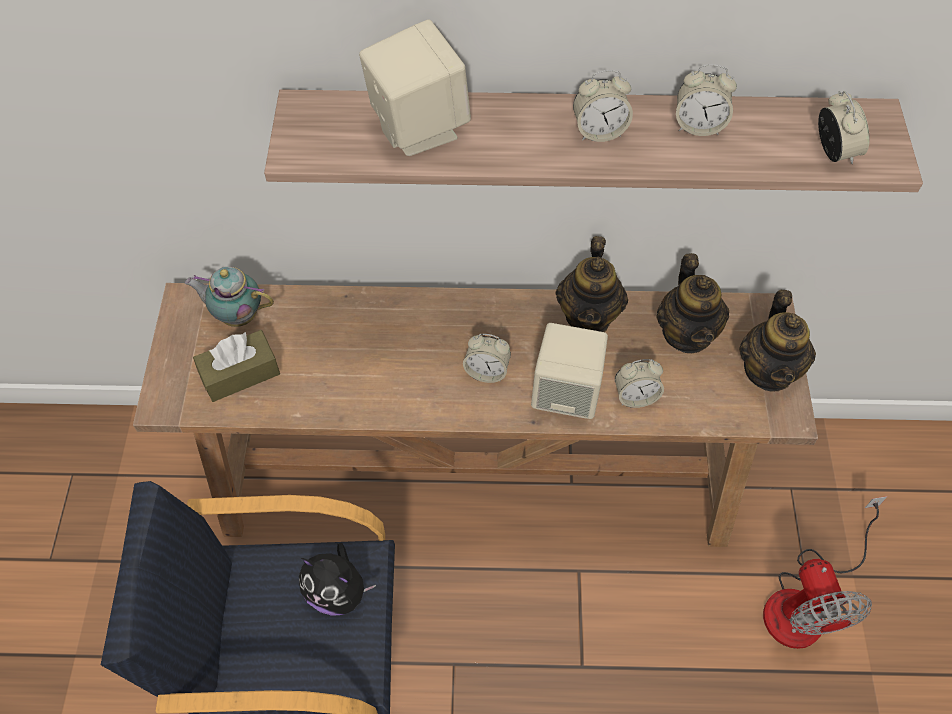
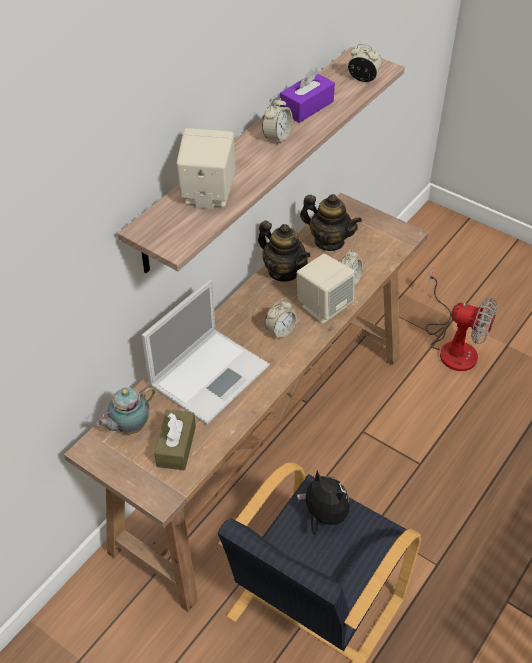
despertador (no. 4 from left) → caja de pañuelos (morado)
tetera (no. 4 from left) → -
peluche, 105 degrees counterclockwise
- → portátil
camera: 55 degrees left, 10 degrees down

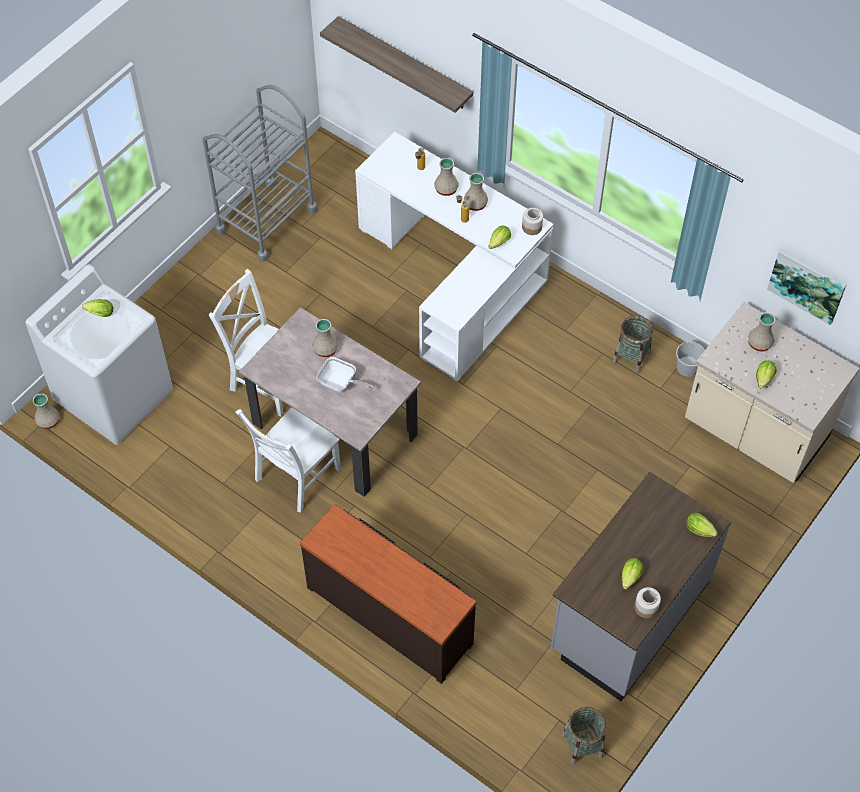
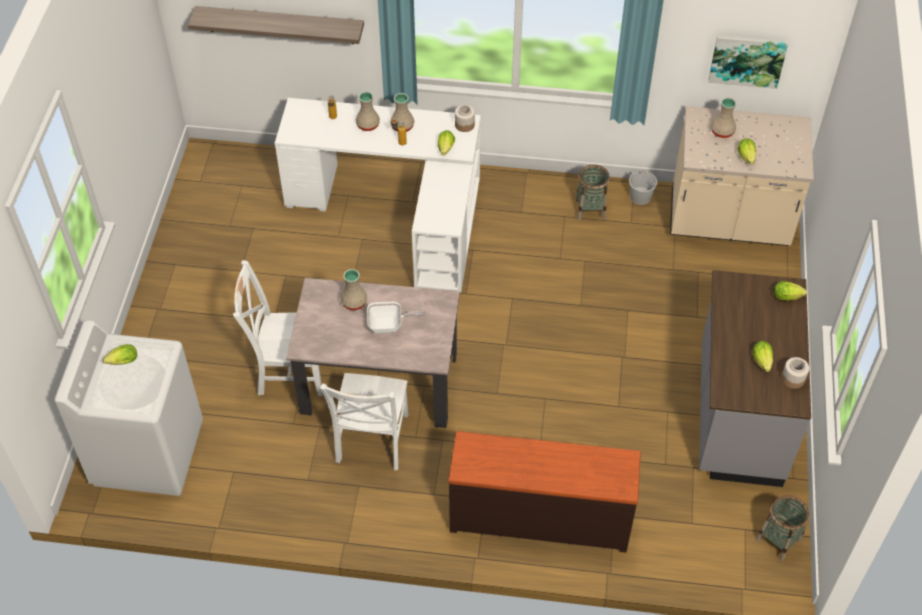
carrito (gris) → -
florero (beis) (no. 1 from left) → -
camera: 30 degrees left, 5 degrees down

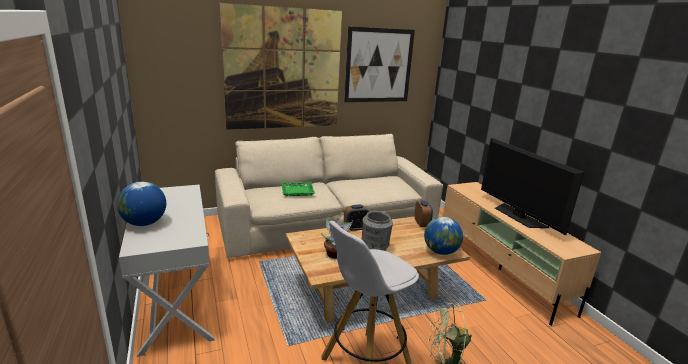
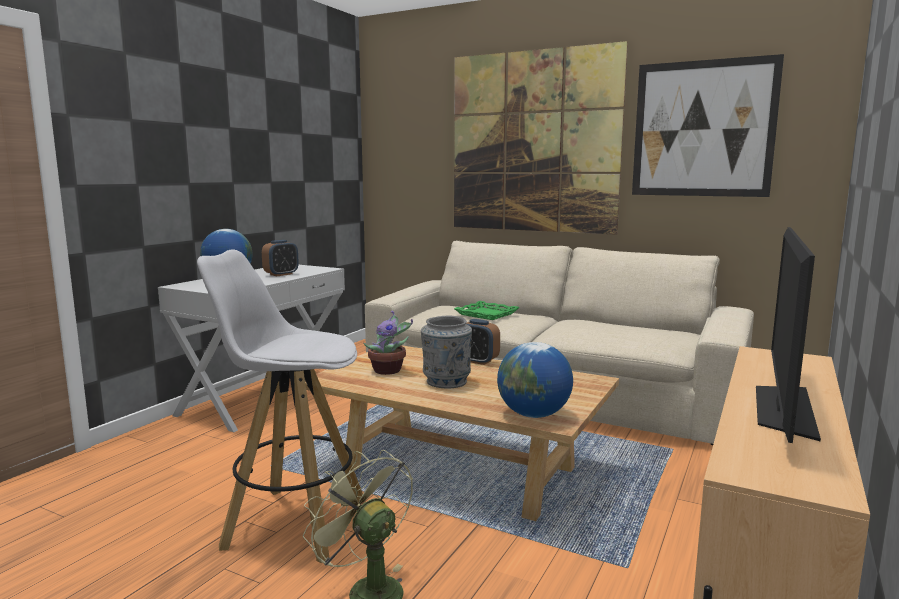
despertador (no. 2 from left in the first image) → despertador (no. 1 from left), relocated
camera: 50 degrees right, 10 degrees down

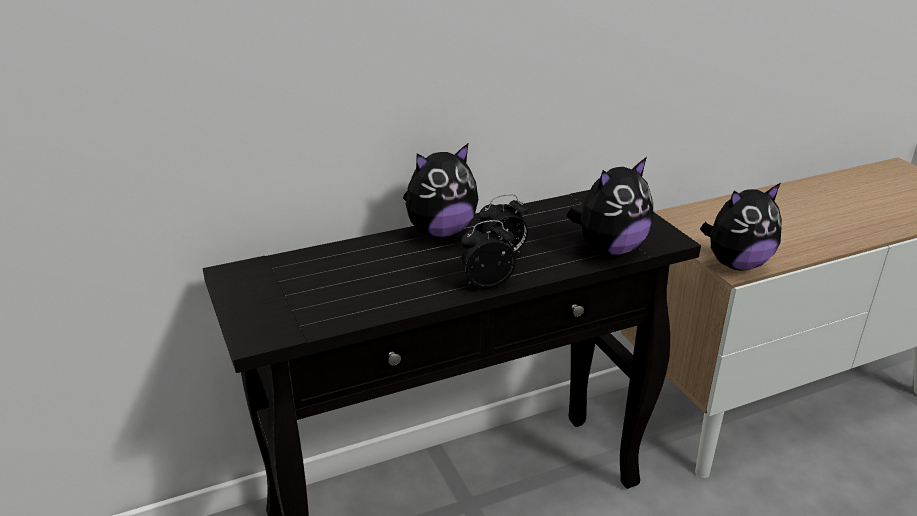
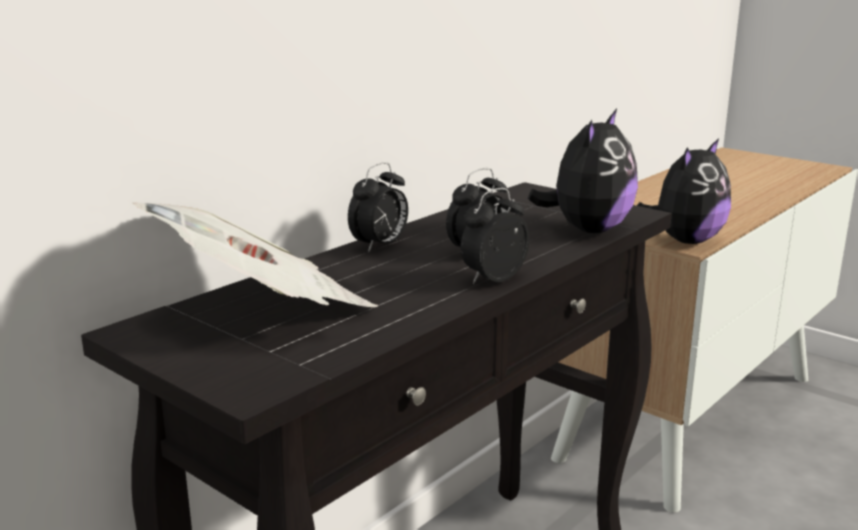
peluche (no. 1 from left) → despertador (no. 1 from left)
- → periódico
camera: 25 degrees left, 10 degrees down

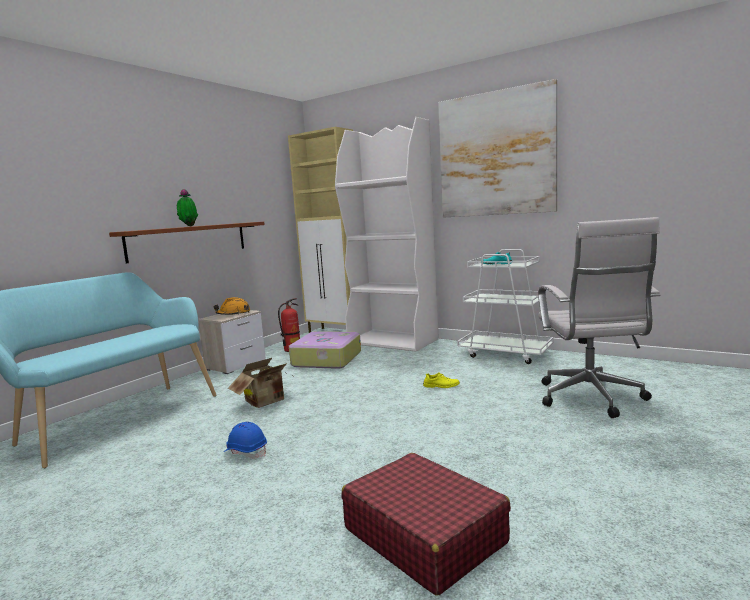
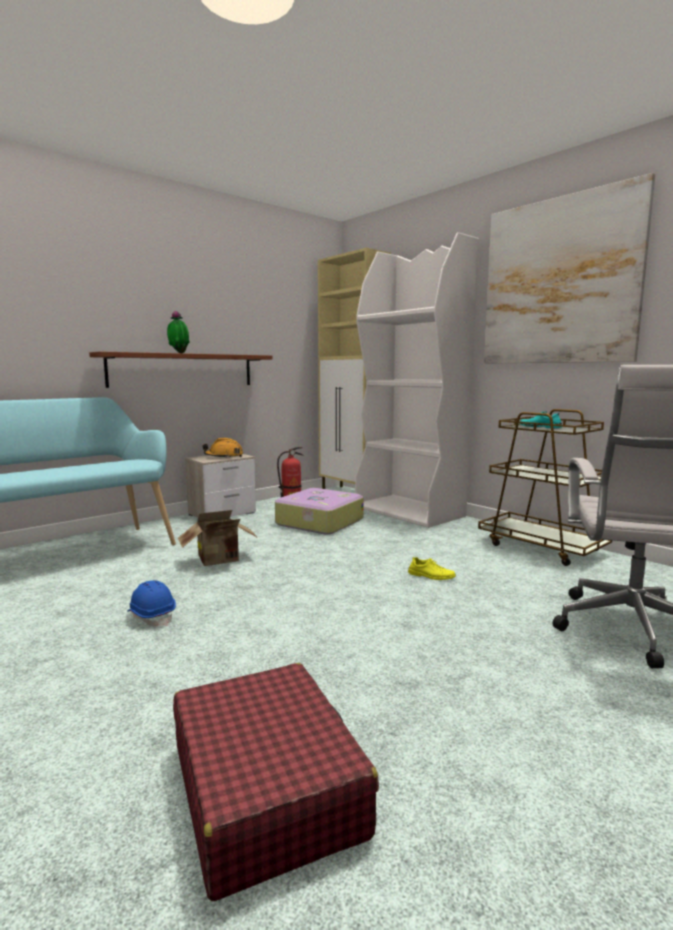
carrito (blanco) → carrito (marrón)
camera: 15 degrees right, 0 degrees up

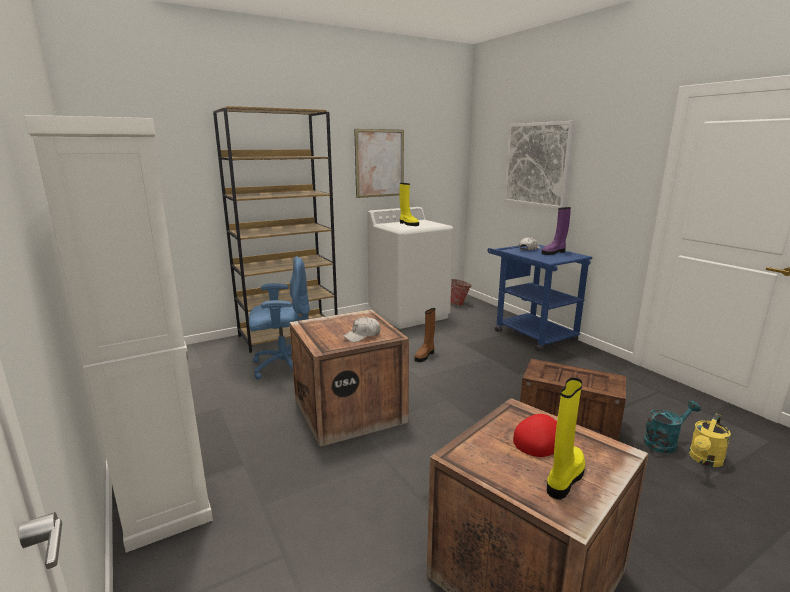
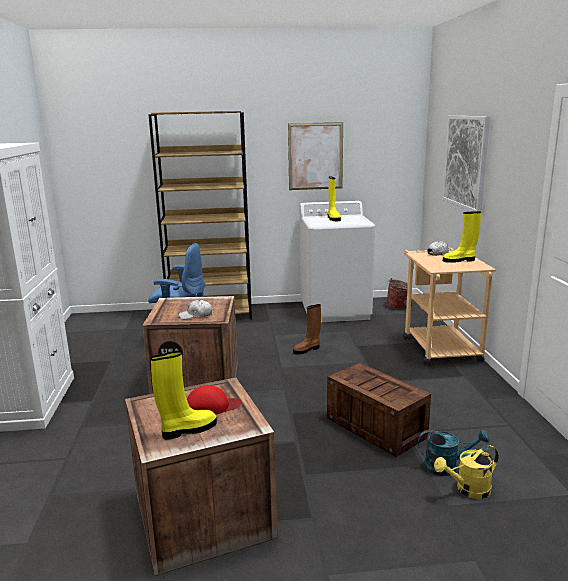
bota (morado) → bota (amarillo) (no. 3 from left)
carrito (azul) → carrito (beis)
camera: 25 degrees right, 0 degrees up

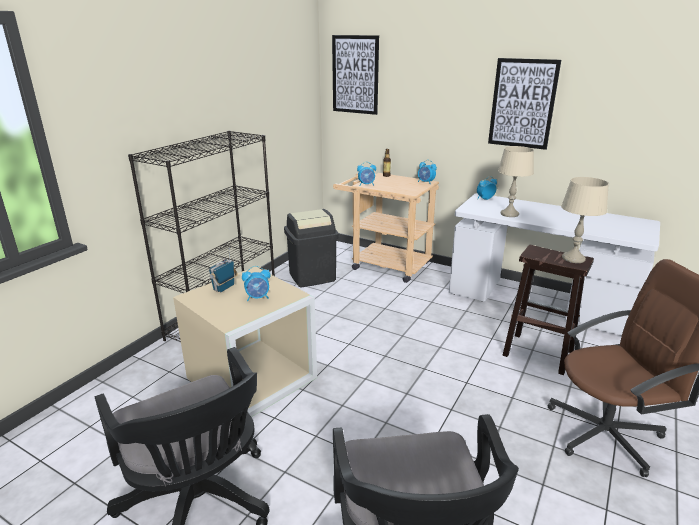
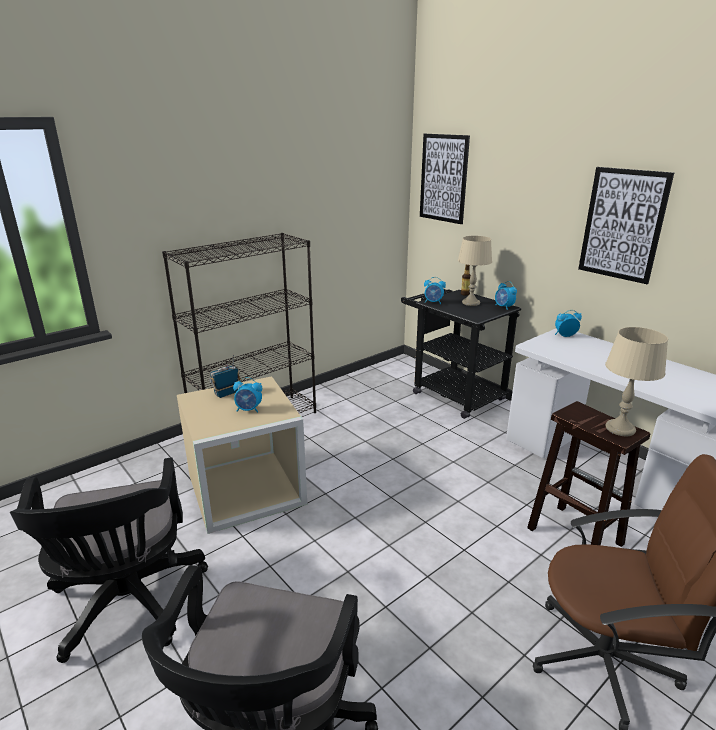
lámpara de mesa (beis) (no. 1 from left), relocated
carrito (beis) → carrito (negro)
papelera (negro) → -
camera: 20 degrees right, 0 degrees up

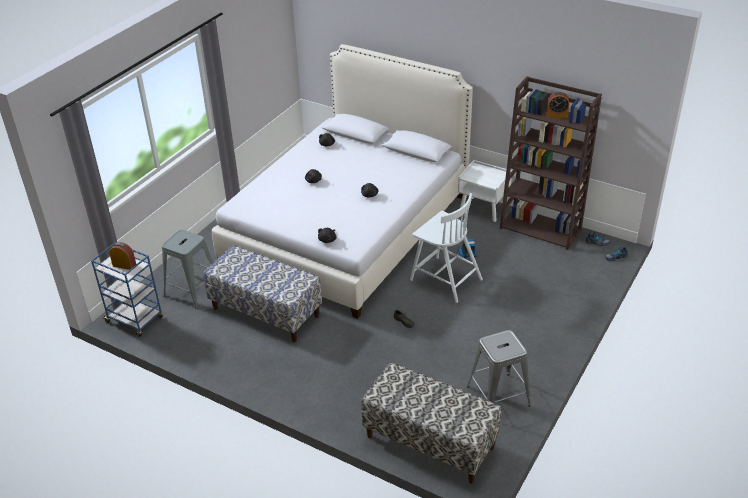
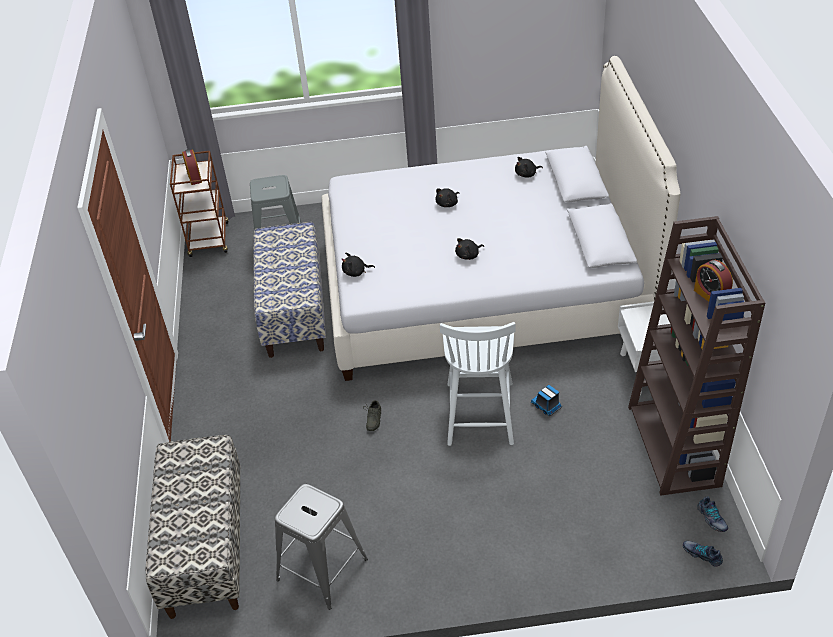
carrito (azul) → carrito (marrón)
camera: 55 degrees right, 5 degrees up

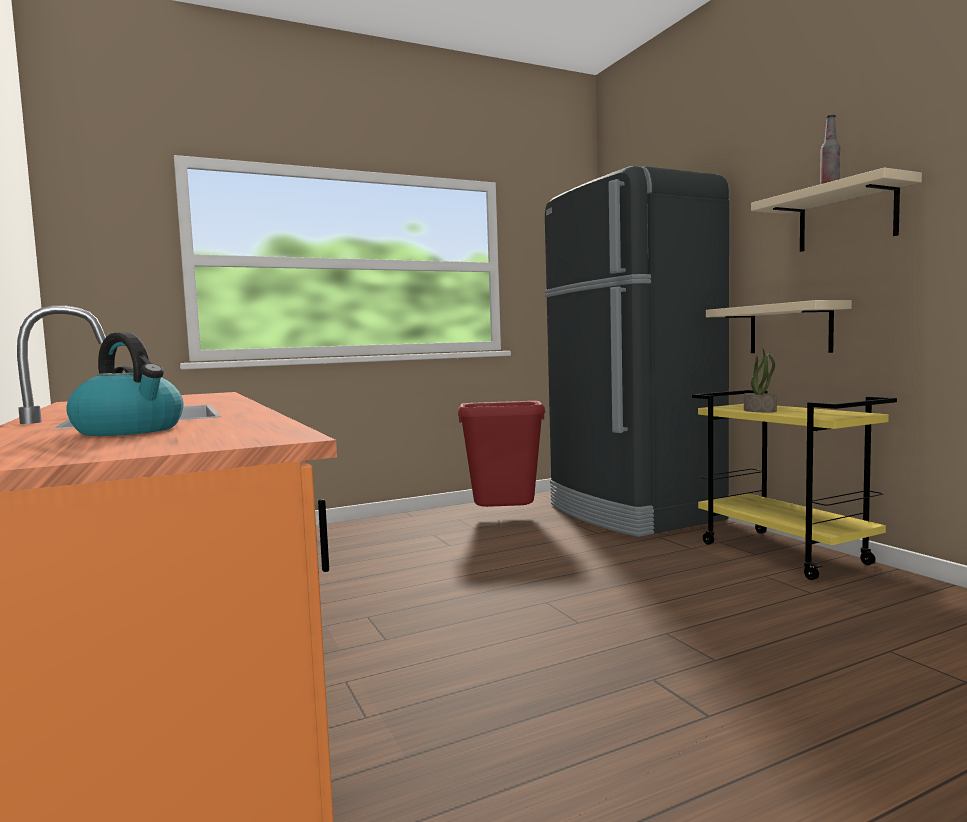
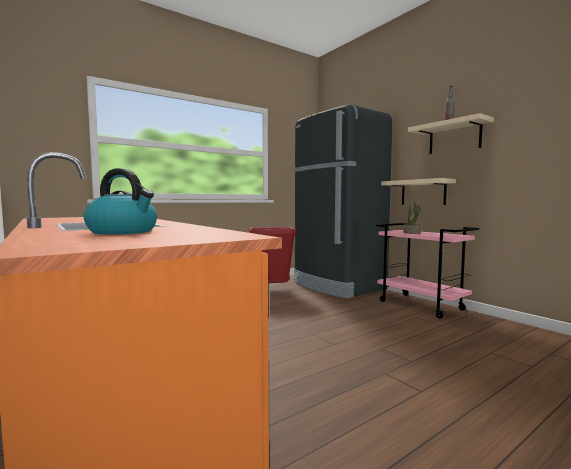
carrito (amarillo) → carrito (rosa)
camera: 10 degrees left, 0 degrees up

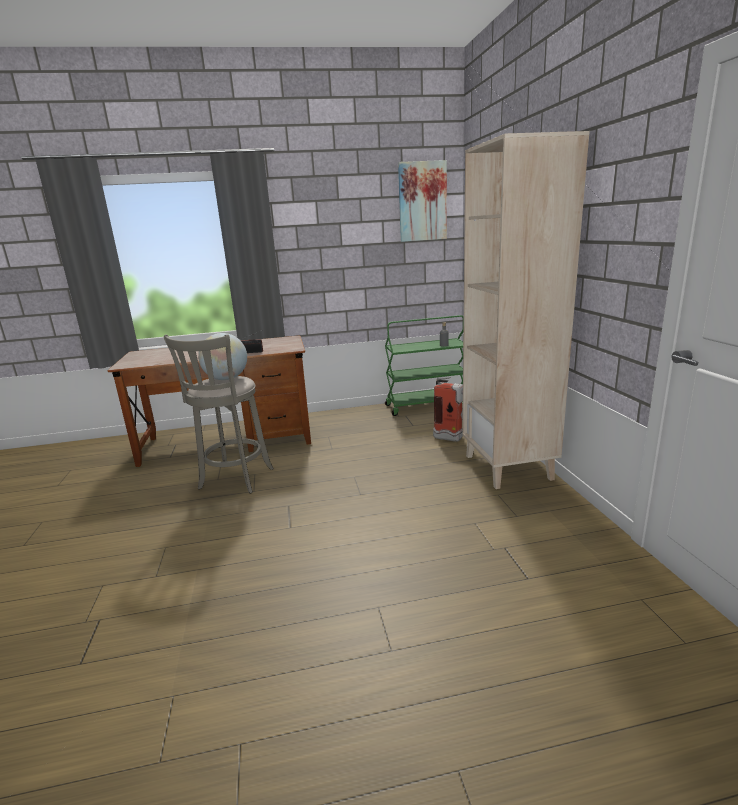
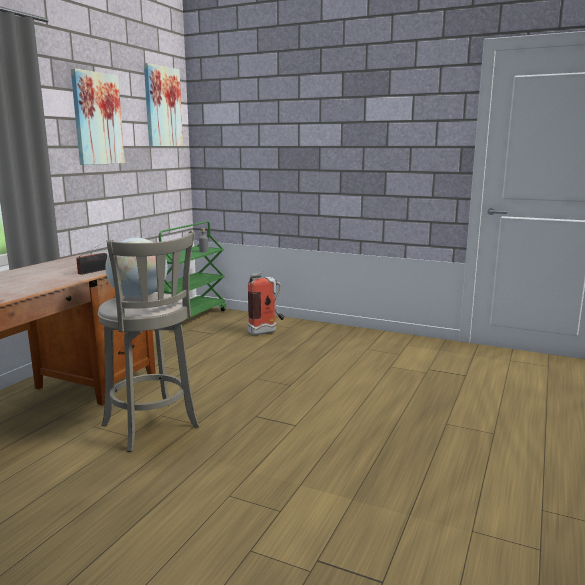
estantería (beis) → -
- → cuadro (no. 1 from left)
camera: 55 degrees left, 5 degrees down

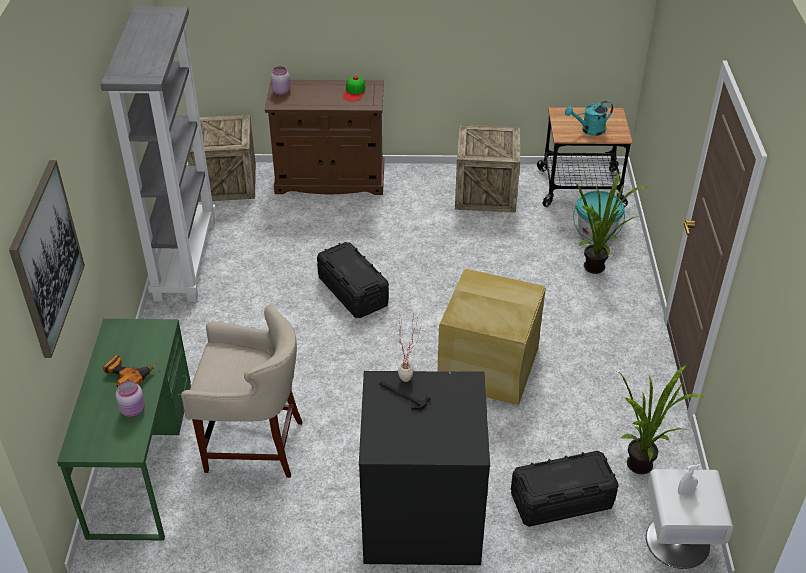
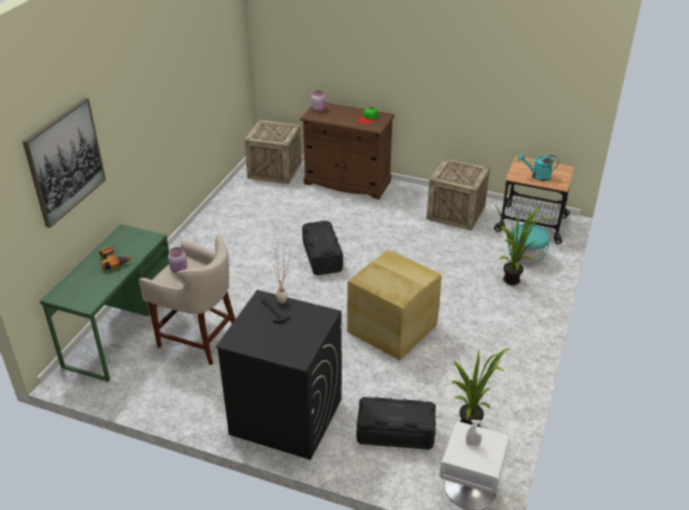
estantería (gris) → -
tarro (rosa) (no. 1 from left), relocated
camera: 20 degrees right, 5 degrees down

